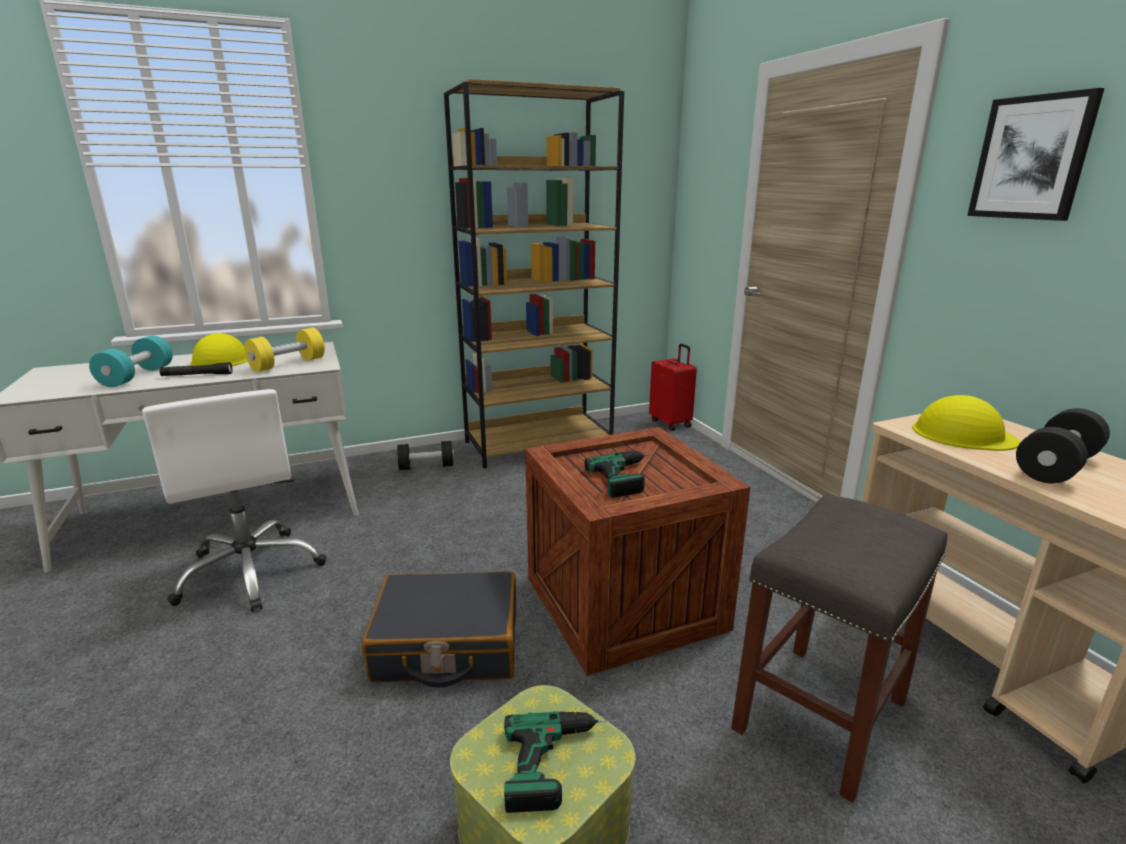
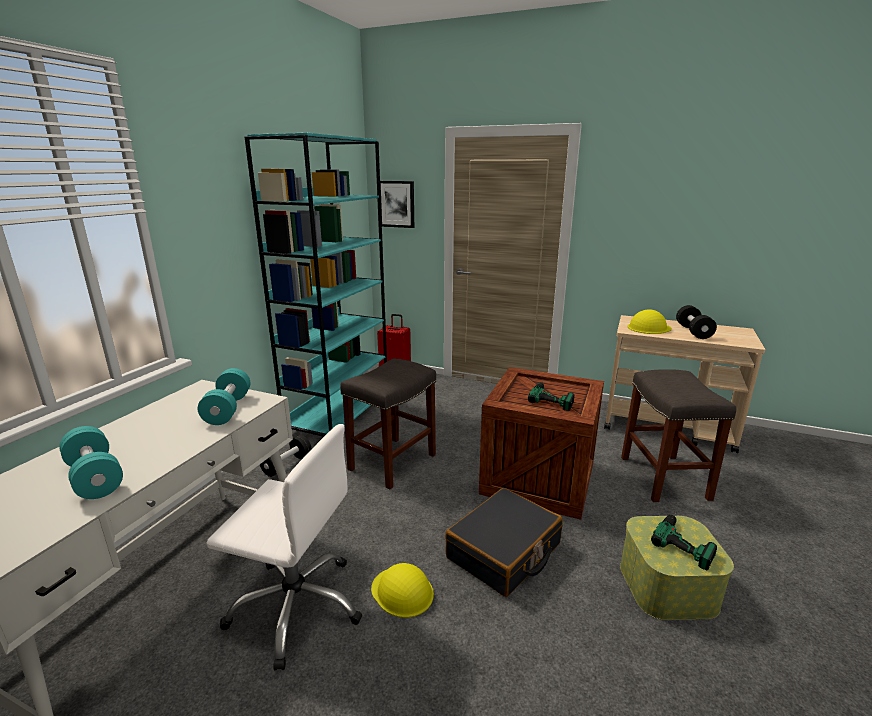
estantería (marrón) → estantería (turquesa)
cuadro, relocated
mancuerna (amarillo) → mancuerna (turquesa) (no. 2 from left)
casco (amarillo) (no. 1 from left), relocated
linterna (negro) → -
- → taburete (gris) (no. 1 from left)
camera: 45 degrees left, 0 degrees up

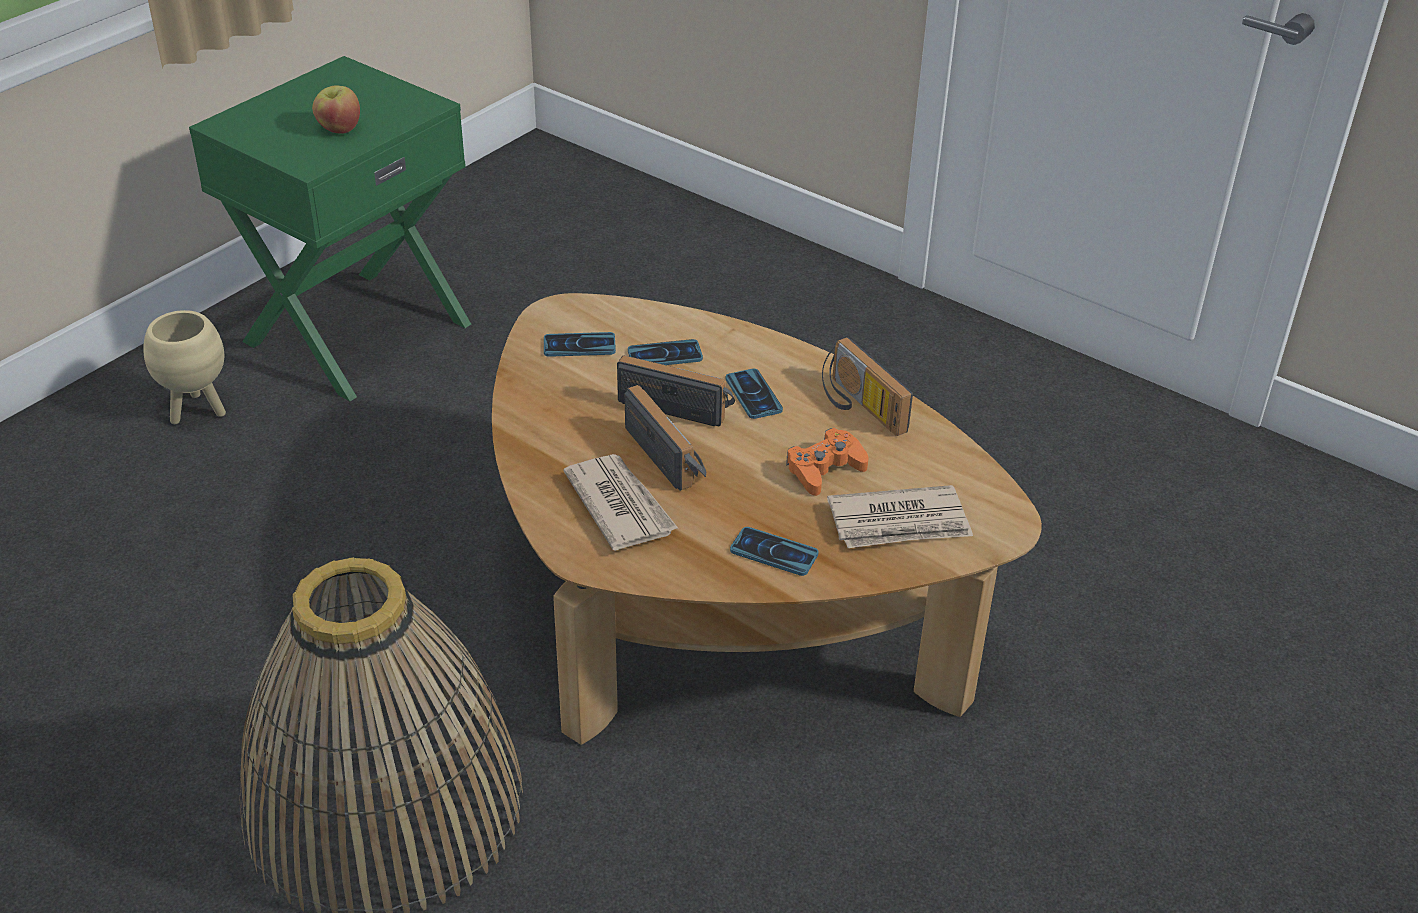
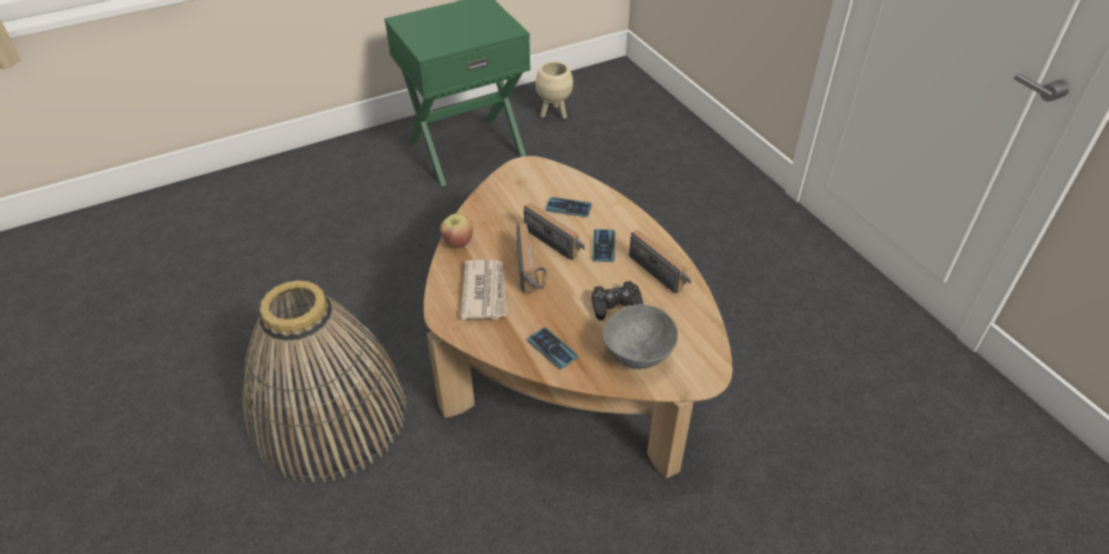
manzana, relocated
maceta (beis), relocated
móvil (no. 1 from left) → -
radio (no. 3 from left), 150 degrees clockwise
mando de consola (naranja) → mando de consola (negro)
periódico (no. 2 from left) → cuenco (gris)
camera: 25 degrees right, 5 degrees up

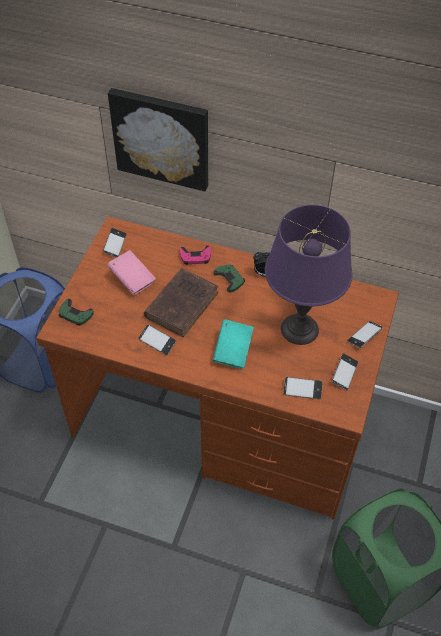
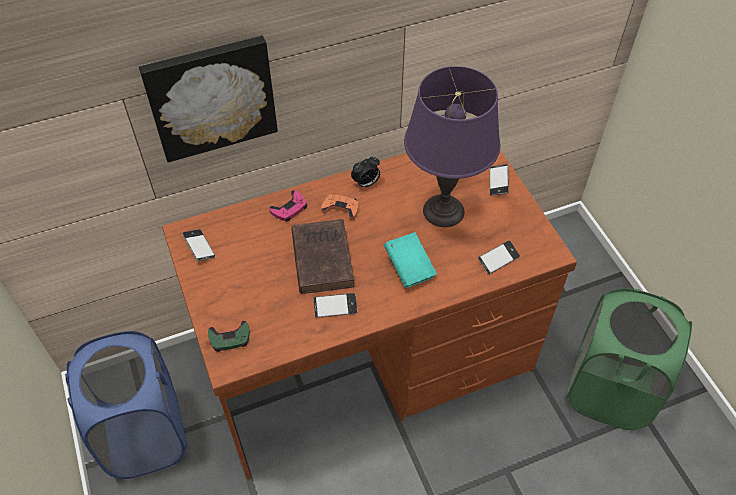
libro (rosa) → -
mando de consola (verde) (no. 2 from left) → mando de consola (naranja)
móvil (no. 4 from left) → -
camera: 40 degrees left, 0 degrees up

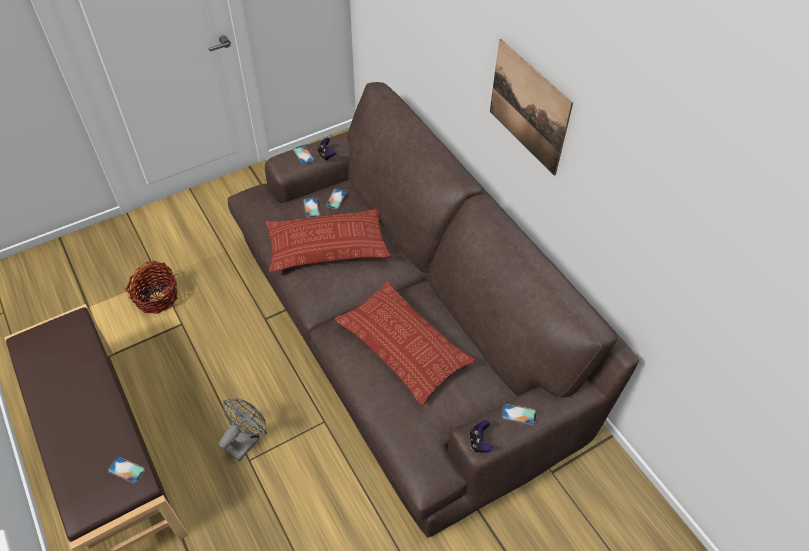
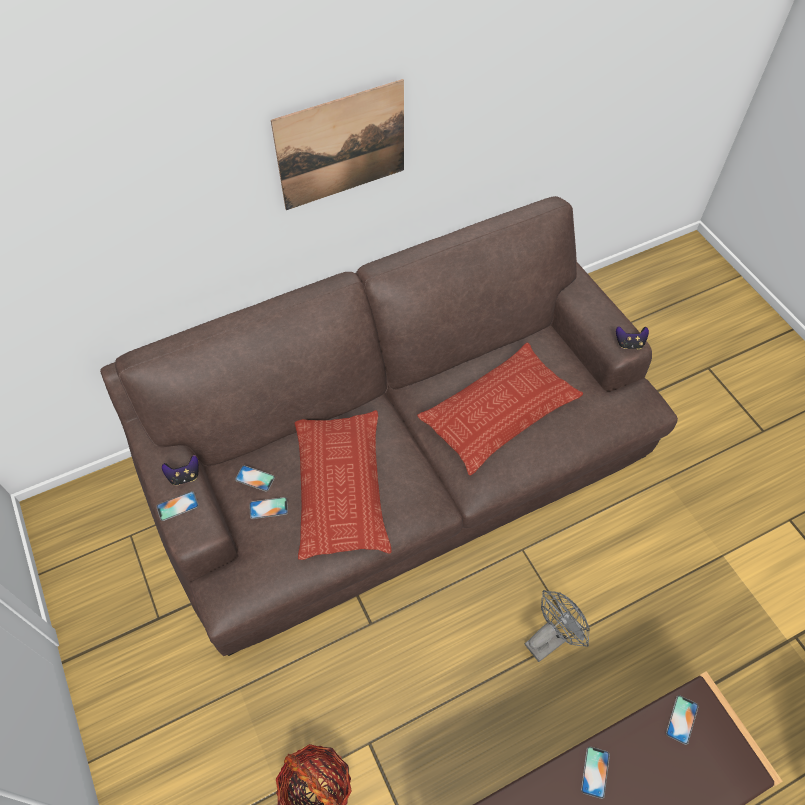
ventilador (gris), 105 degrees clockwise
móvil (no. 5 from left in the first image) → móvil (no. 4 from left), relocated
camera: 85 degrees left, 5 degrees up

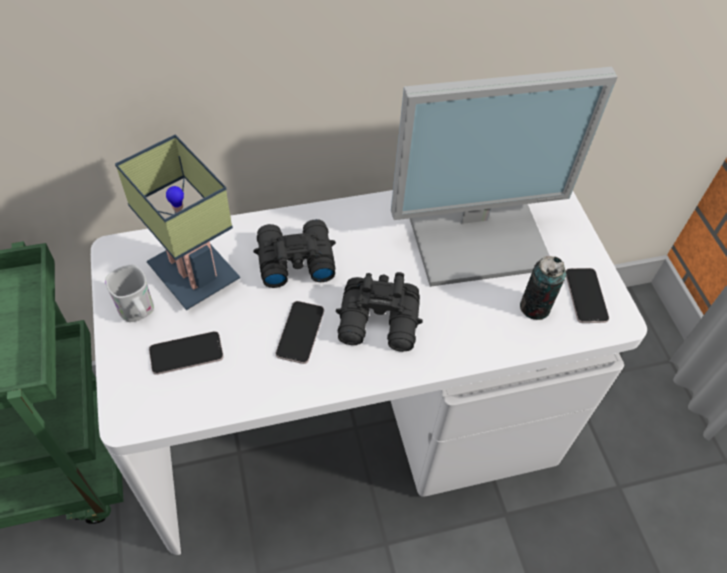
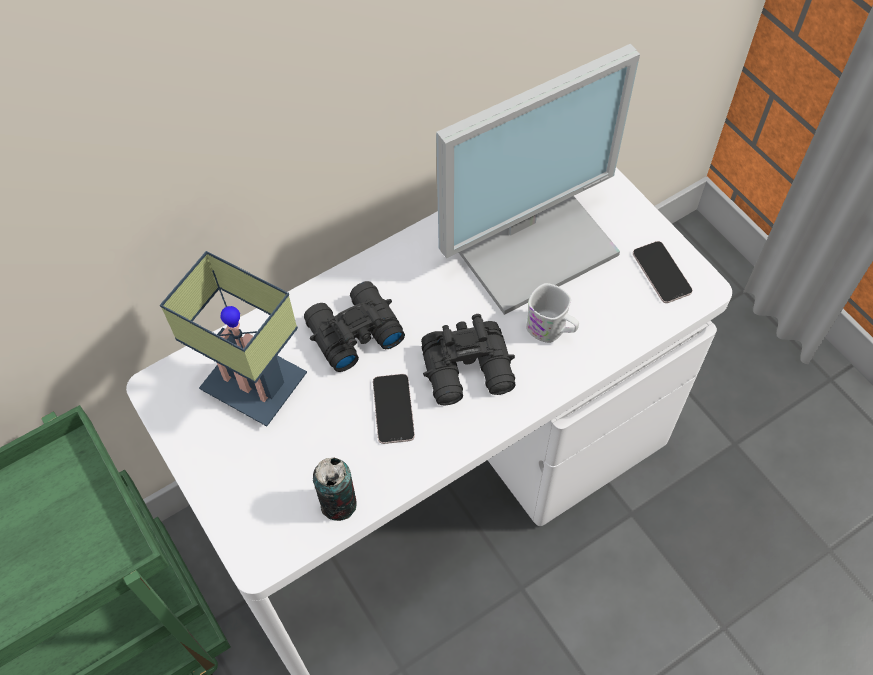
lata, relocated
taza grande (blanco), relocated
móvil (no. 1 from left) → -
camera: 15 degrees left, 5 degrees up

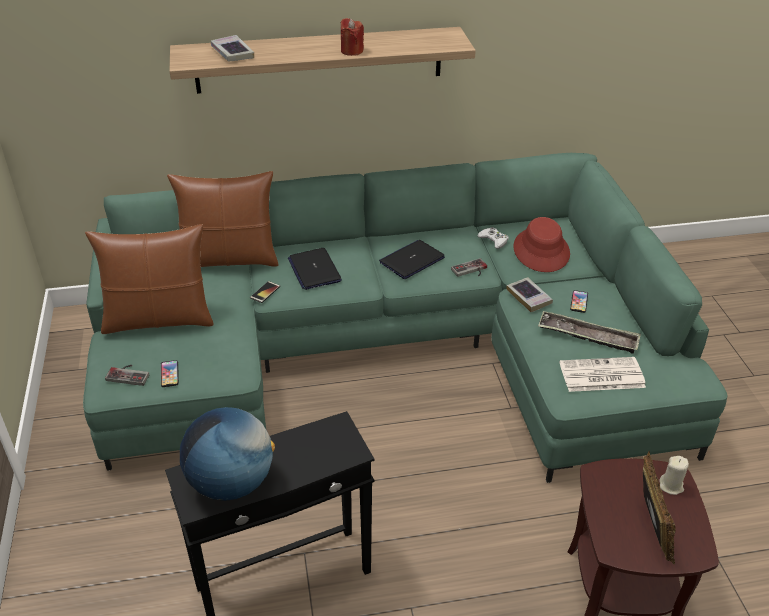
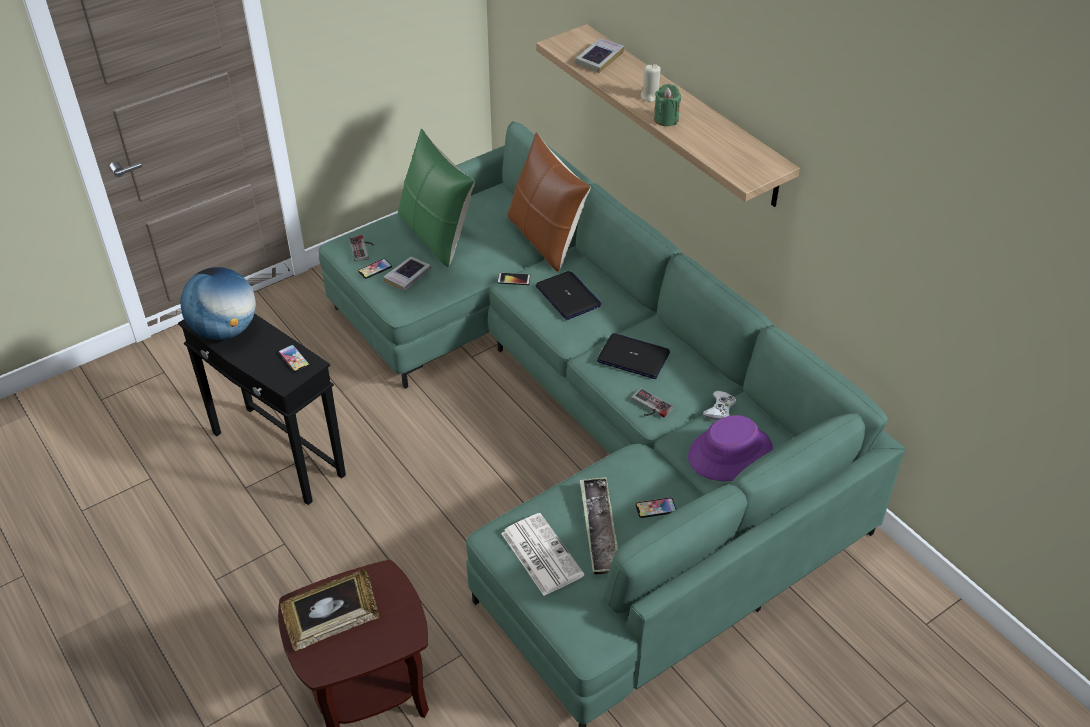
vela (rojo) → vela (verde)
sombrero (rojo) → sombrero (morado)
cojín (marrón) (no. 1 from left) → cojín (verde)
portátil (no. 1 from left), 105 degrees clockwise
libro (no. 2 from left in the first image) → libro (no. 1 from left), relocated
vela (beis), relocated
- → móvil (no. 1 from left)
camera: 65 degrees right, 5 degrees up

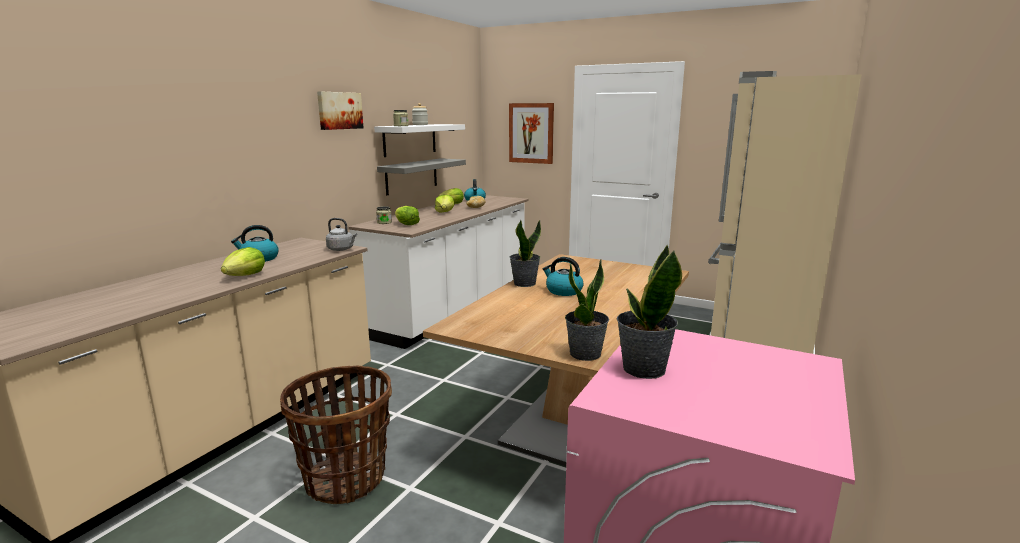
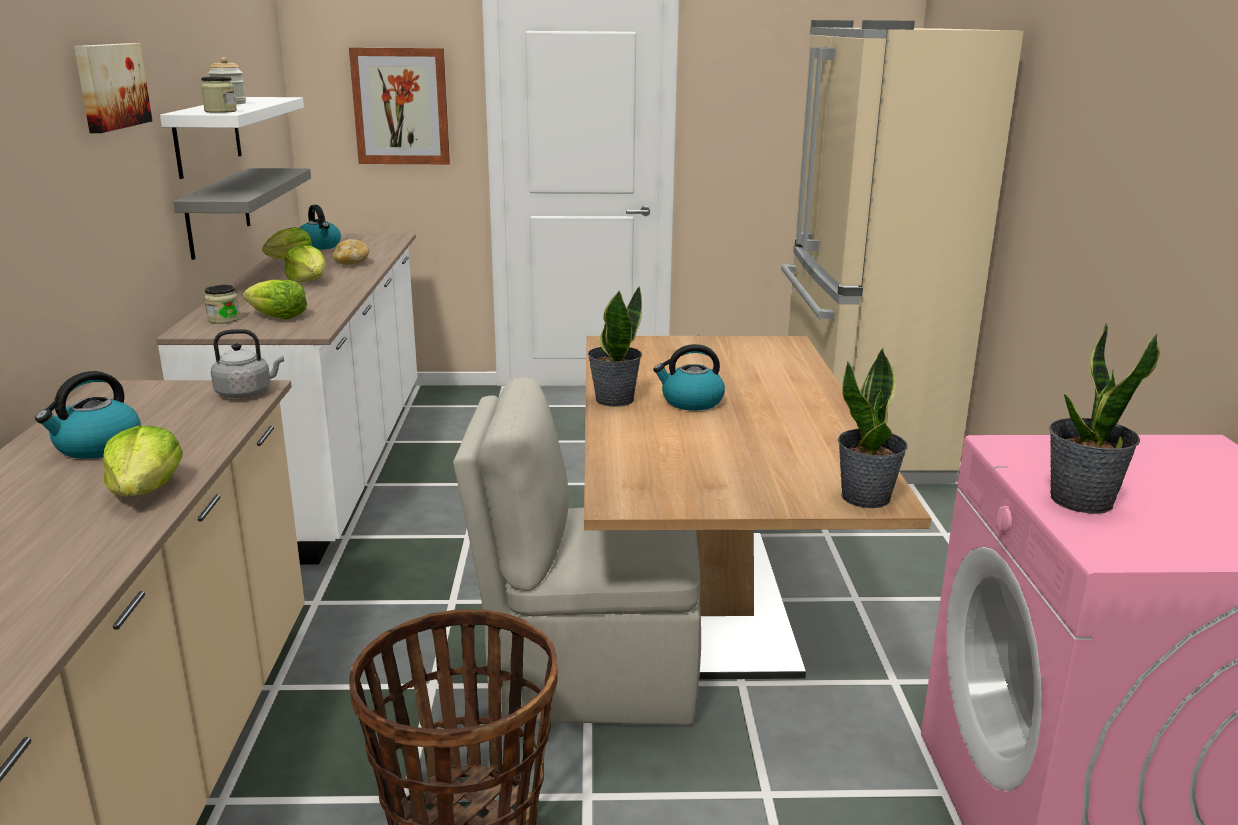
- → silla (beis)
camera: 30 degrees left, 5 degrees up

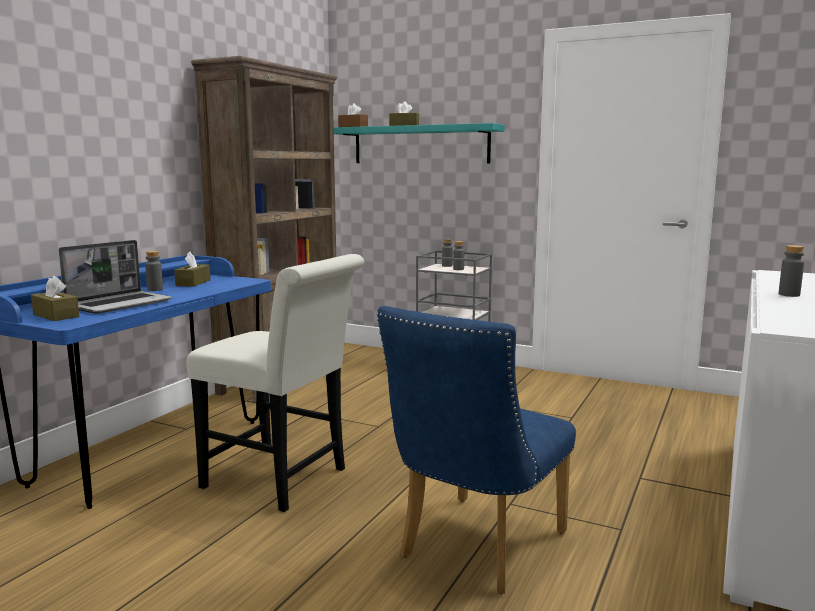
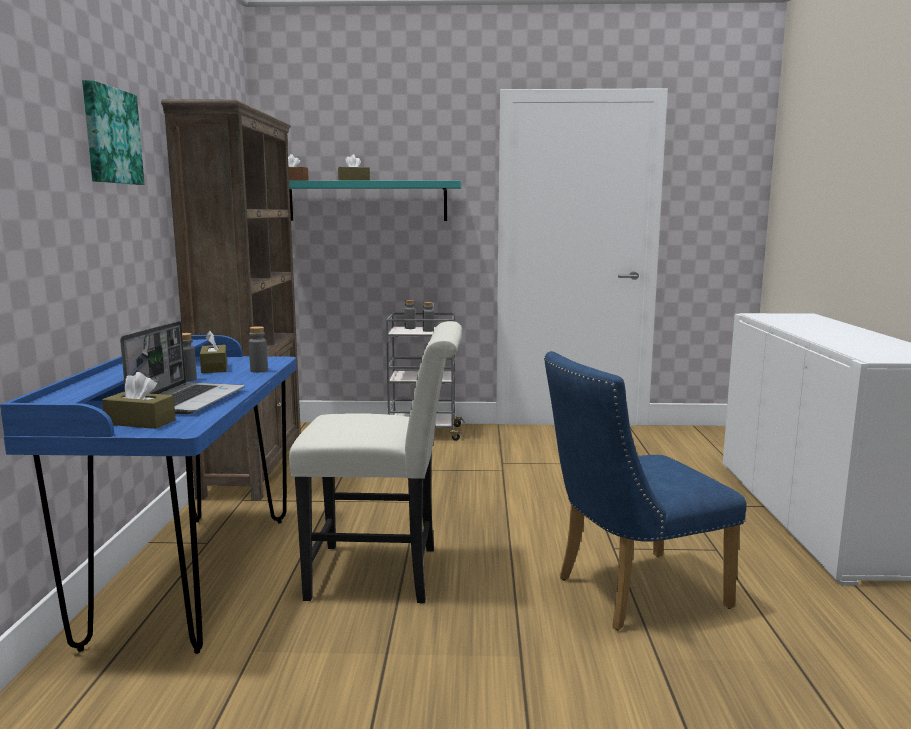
botella (gris) (no. 4 from left in the first image) → botella (gris) (no. 2 from left), relocated
silla (azul), 60 degrees clockwise
- → cuadro
camera: 25 degrees left, 0 degrees up

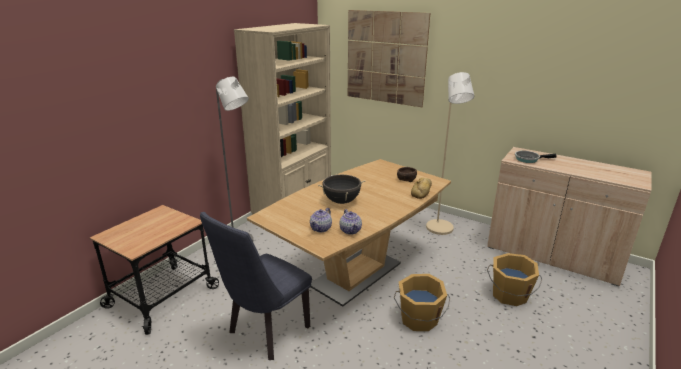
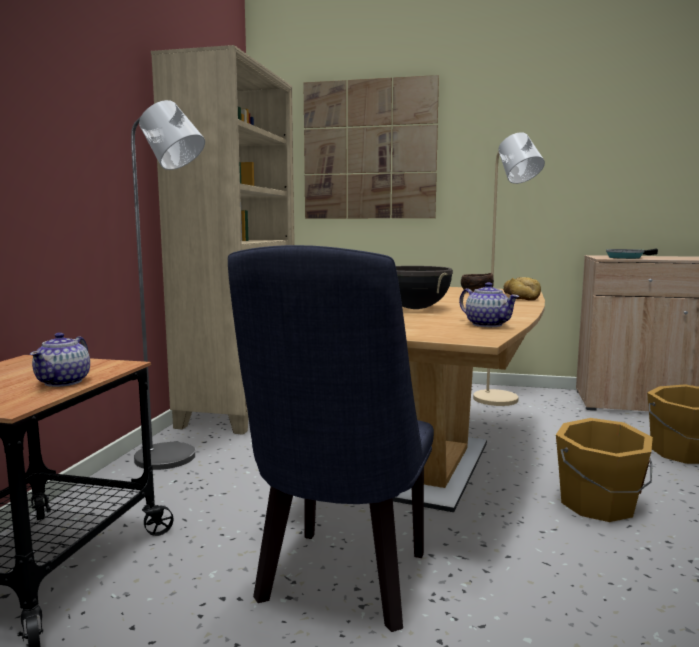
tetera (no. 1 from left), relocated
camera: 20 degrees left, 15 degrees down

